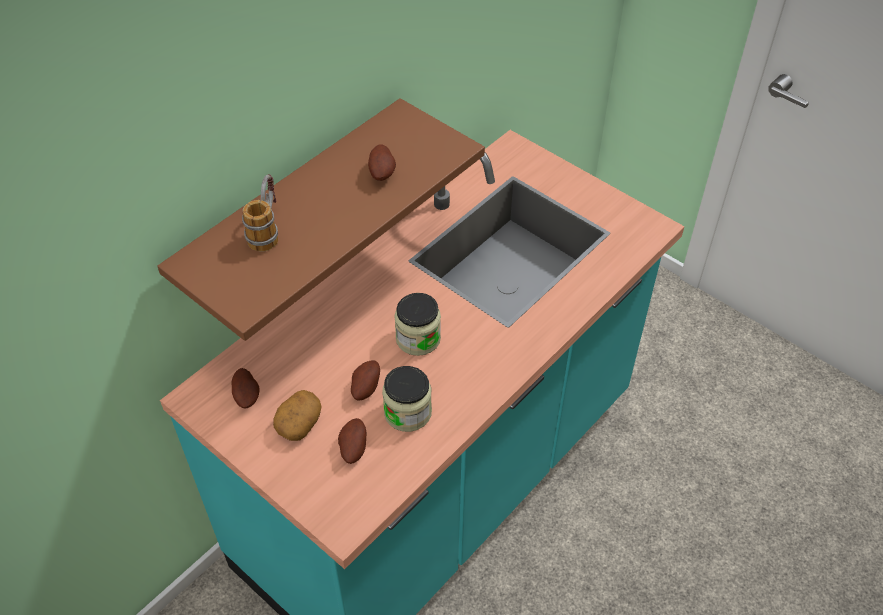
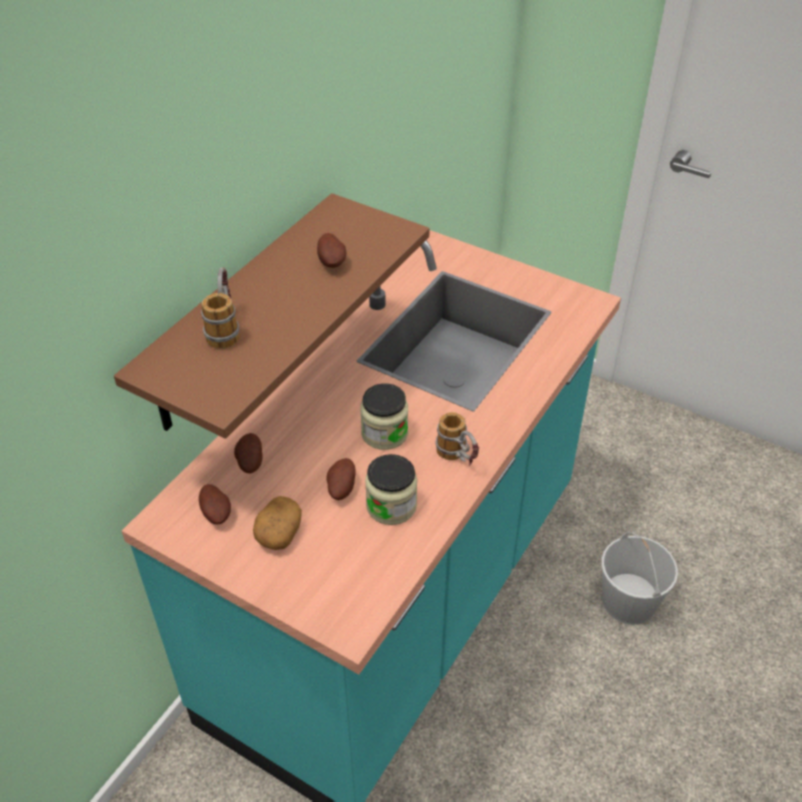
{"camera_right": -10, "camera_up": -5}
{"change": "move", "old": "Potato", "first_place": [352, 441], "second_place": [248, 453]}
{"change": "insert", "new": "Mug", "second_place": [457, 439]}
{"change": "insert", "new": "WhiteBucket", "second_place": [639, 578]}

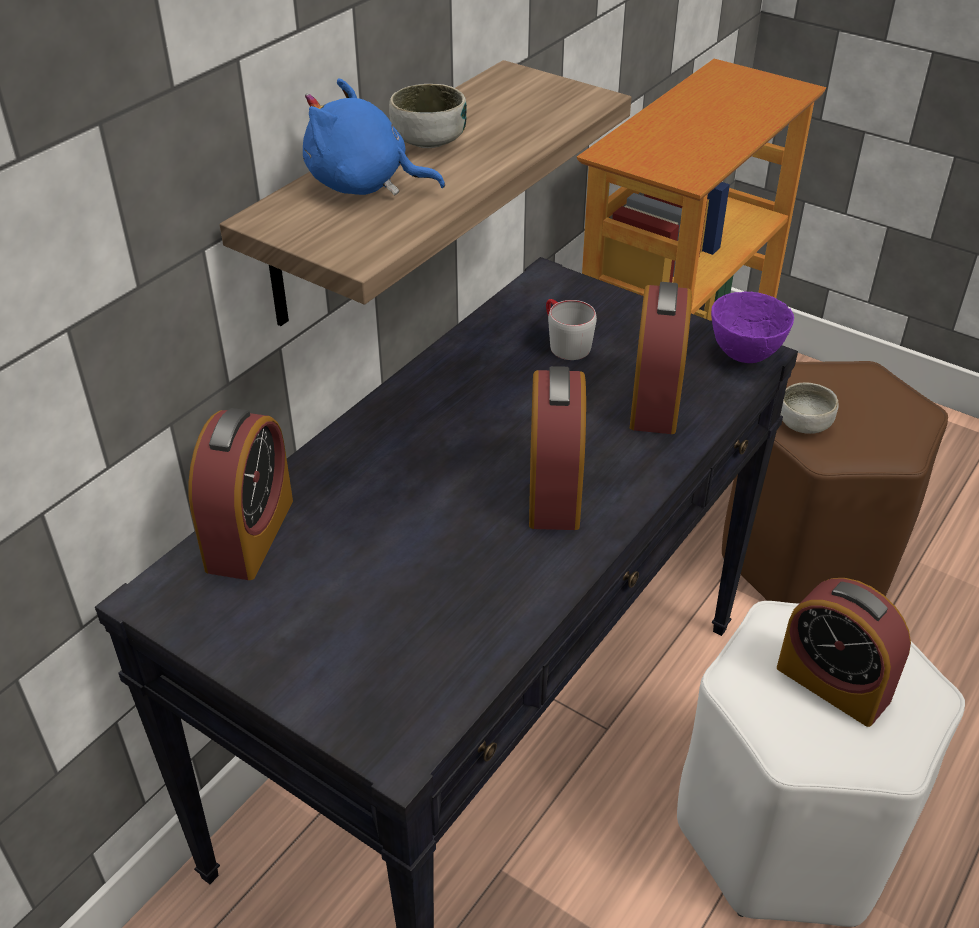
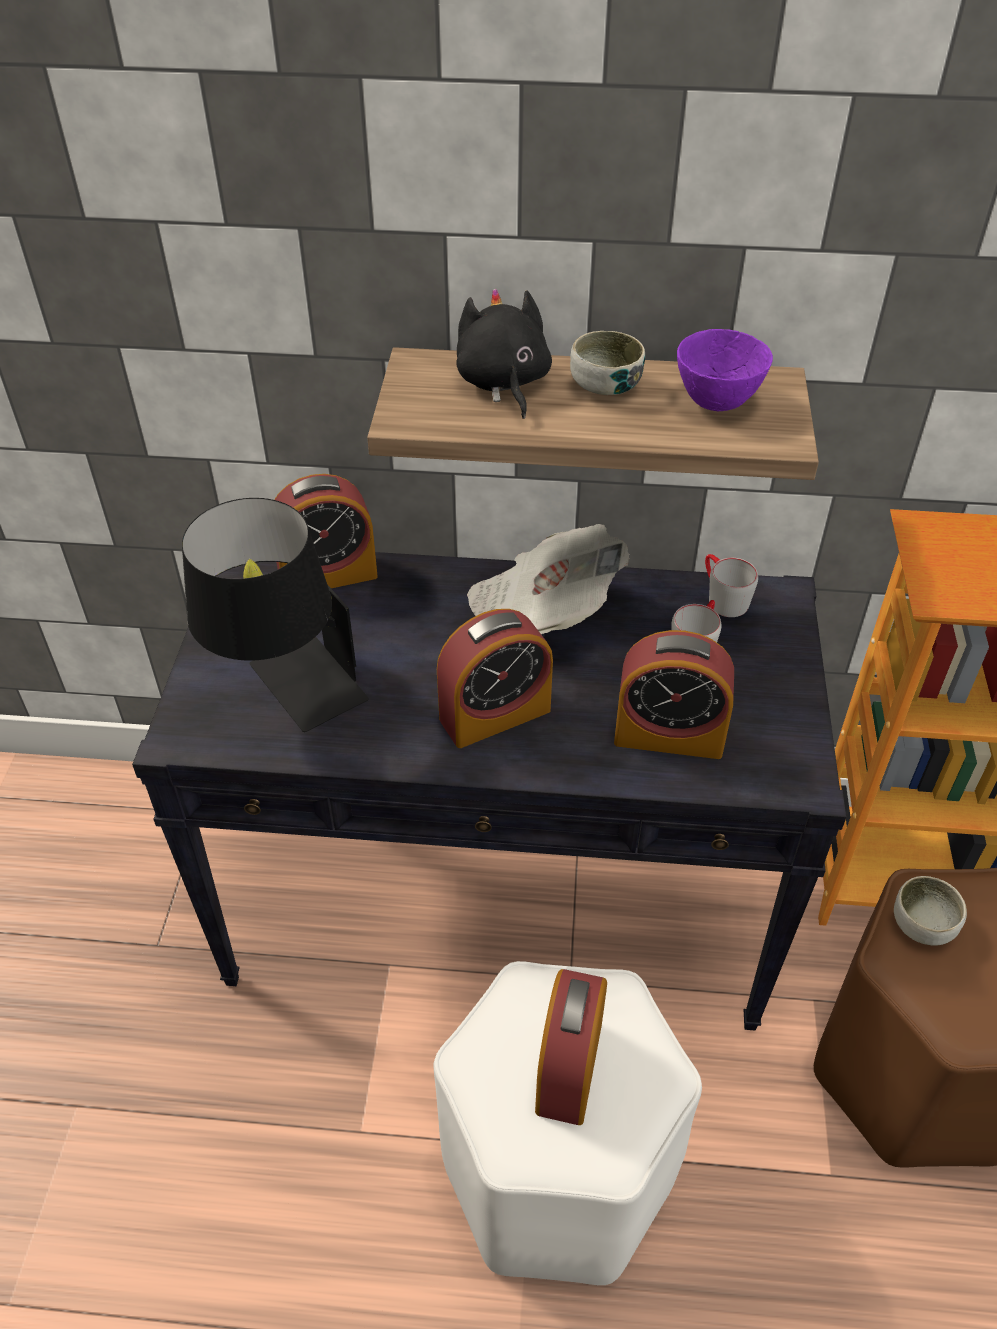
{"camera_right": 60, "camera_up": 5}
{"change": "recolor", "old": "BluePlushToy", "new": "BlackPlushToy", "first_place": [374, 136], "second_place": [504, 353]}
{"change": "rotate", "old": "AlarmClock", "first_place": [661, 358], "second_place": [674, 694], "degrees": -150}
{"change": "move", "old": "PurpleBowl", "first_place": [752, 327], "second_place": [725, 370]}
{"change": "insert", "new": "BlackTableLamp", "second_place": [275, 615]}
{"change": "insert", "new": "Newspaper", "second_place": [548, 579]}
{"change": "insert", "new": "GreyMug", "second_place": [731, 585]}

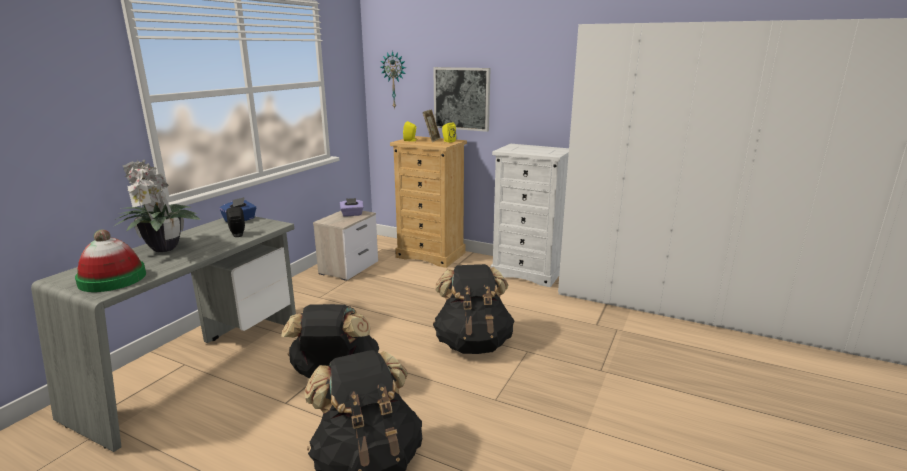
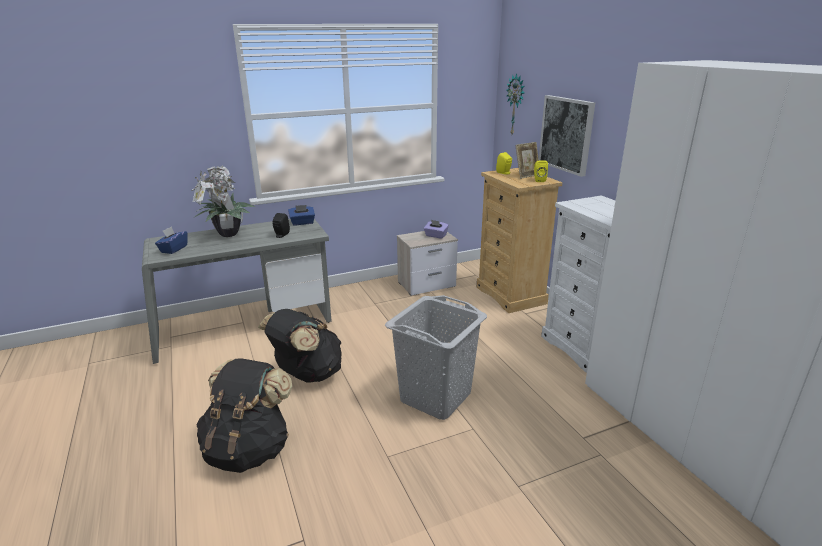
{"camera_right": 40, "camera_up": 5}
{"change": "replace", "old": "Hat", "new": "BlueTissueBox", "first_place": [110, 260], "second_place": [171, 240]}
{"change": "replace", "old": "BlackBackpack", "new": "GreyLaundryBasket", "first_place": [474, 309], "second_place": [436, 357]}

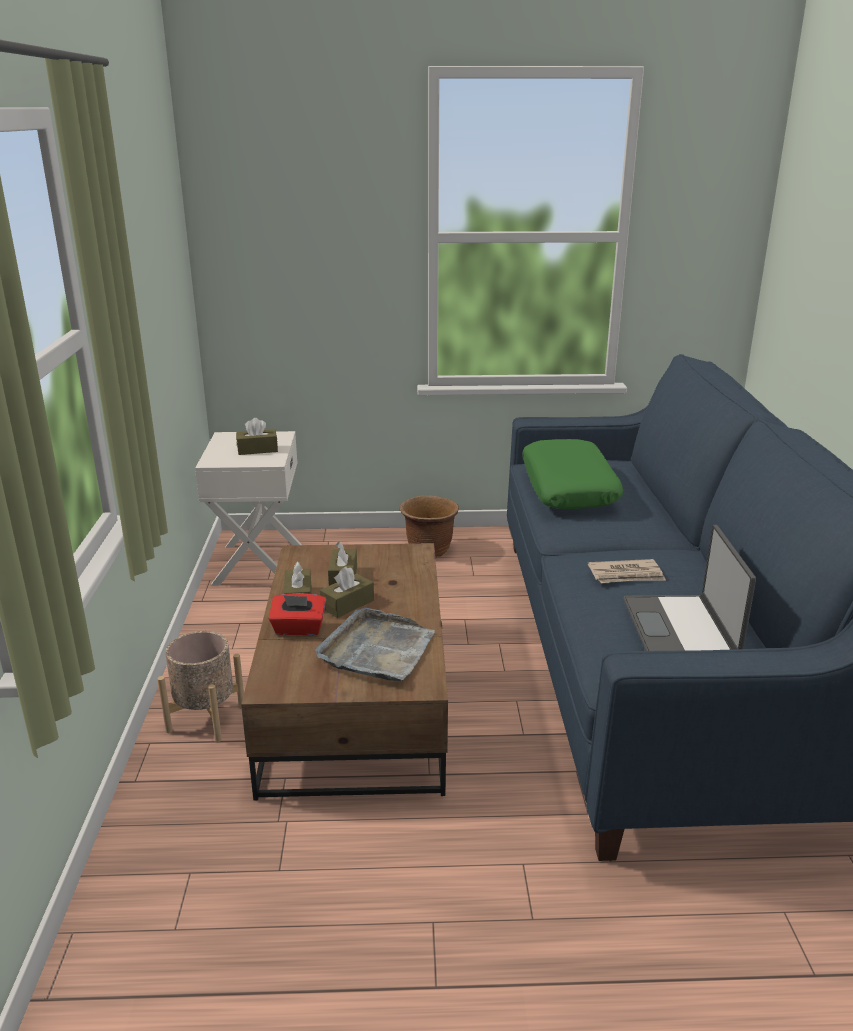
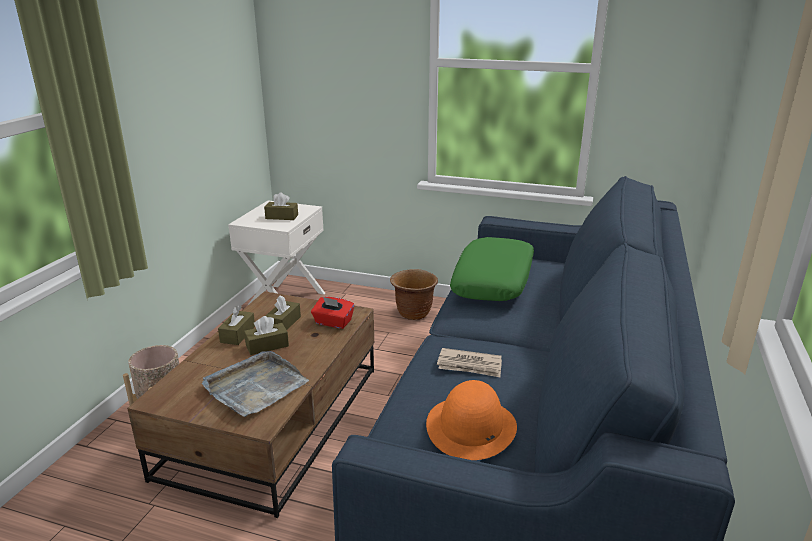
{"camera_right": 20, "camera_up": 0}
{"change": "move", "old": "RedTissueBox", "first_place": [297, 614], "second_place": [332, 313]}
{"change": "replace", "old": "Laptop", "new": "OrangeHat", "first_place": [689, 588], "second_place": [471, 420]}

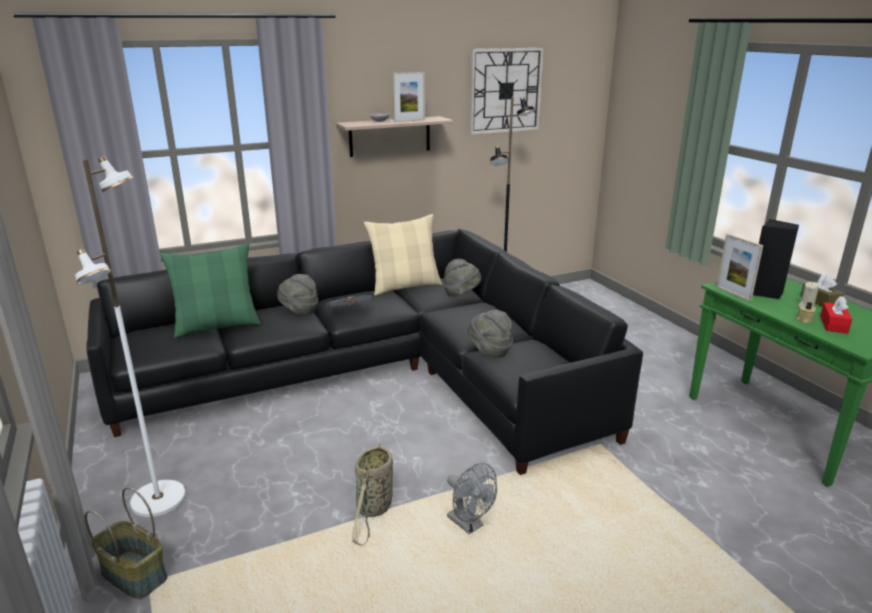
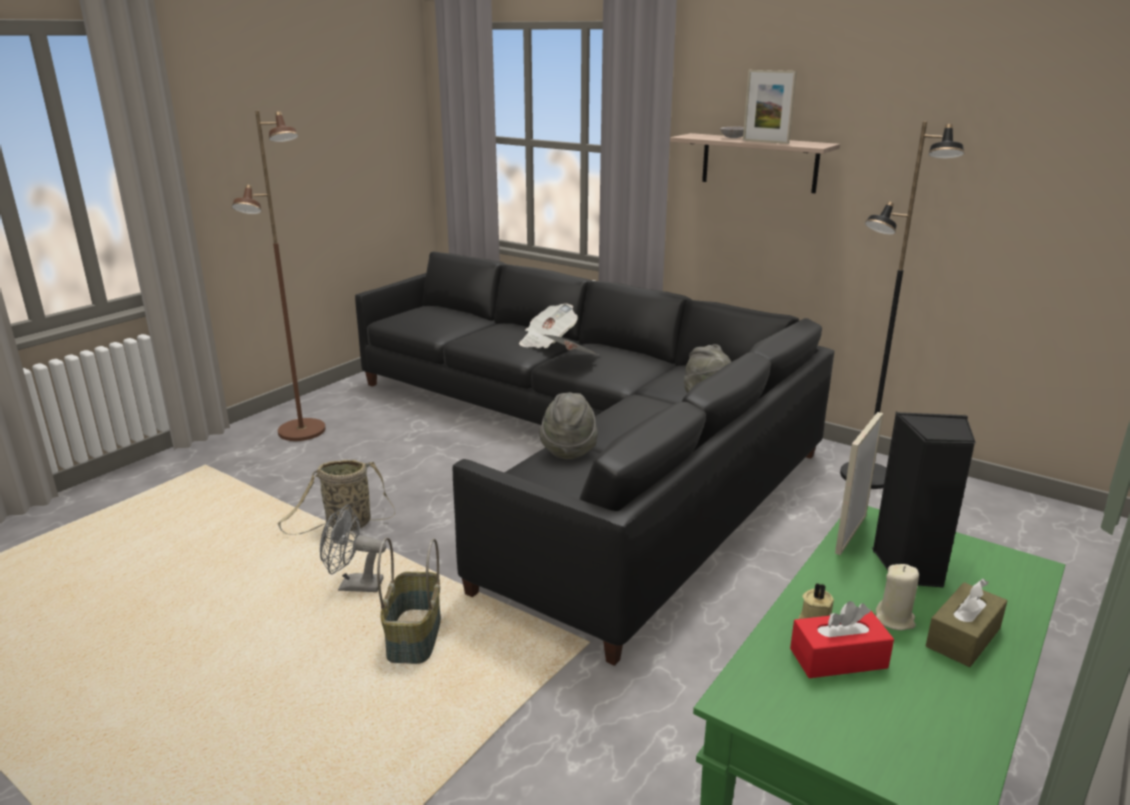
{"camera_right": 60, "camera_up": 0}
{"change": "recolor", "old": "WhiteFloorLamp", "new": "BrownFloorLamp", "first_place": [130, 336], "second_place": [279, 276]}
{"change": "move", "old": "Basket", "first_place": [126, 543], "second_place": [409, 600]}
{"change": "delete", "old": "GreenPillow", "first_place": [210, 290]}
{"change": "replace", "old": "GreyHat", "new": "Newspaper", "first_place": [297, 294], "second_place": [548, 325]}
{"change": "delete", "old": "BeigePillow", "first_place": [403, 255]}
{"change": "rotate", "old": "GreyFan", "first_place": [472, 498], "second_place": [353, 548], "degrees": 75}
{"change": "delete", "old": "WallClock", "first_place": [506, 91]}

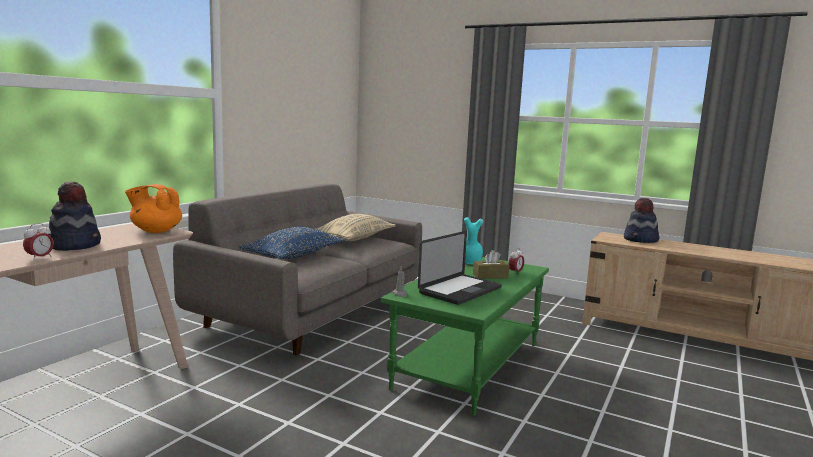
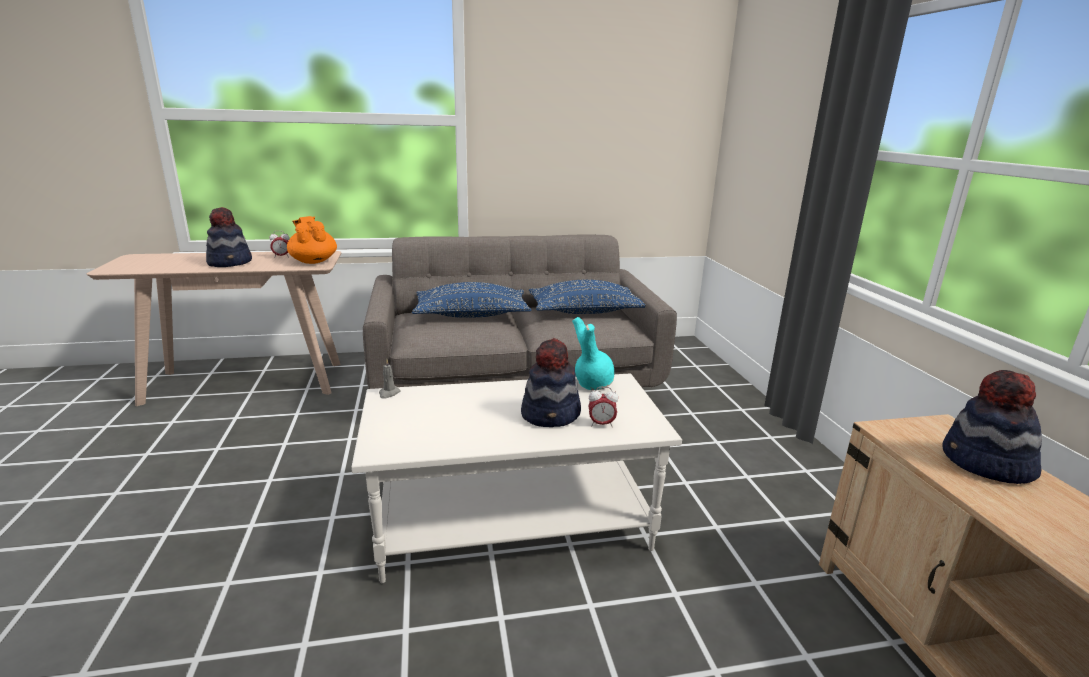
{"camera_right": 50, "camera_up": 10}
{"change": "move", "old": "AlarmClock", "first_place": [38, 242], "second_place": [279, 244]}
{"change": "recolor", "old": "BeigePillow", "new": "BluePillow", "first_place": [355, 227], "second_place": [587, 296]}
{"change": "recolor", "old": "GreenCoffeeTable", "new": "WhiteCoffeeTable", "first_place": [465, 336], "second_place": [516, 478]}
{"change": "delete", "old": "Laptop", "first_place": [460, 268]}
{"change": "replace", "old": "BrownTissueBox", "new": "Hat", "first_place": [491, 264], "second_place": [551, 382]}

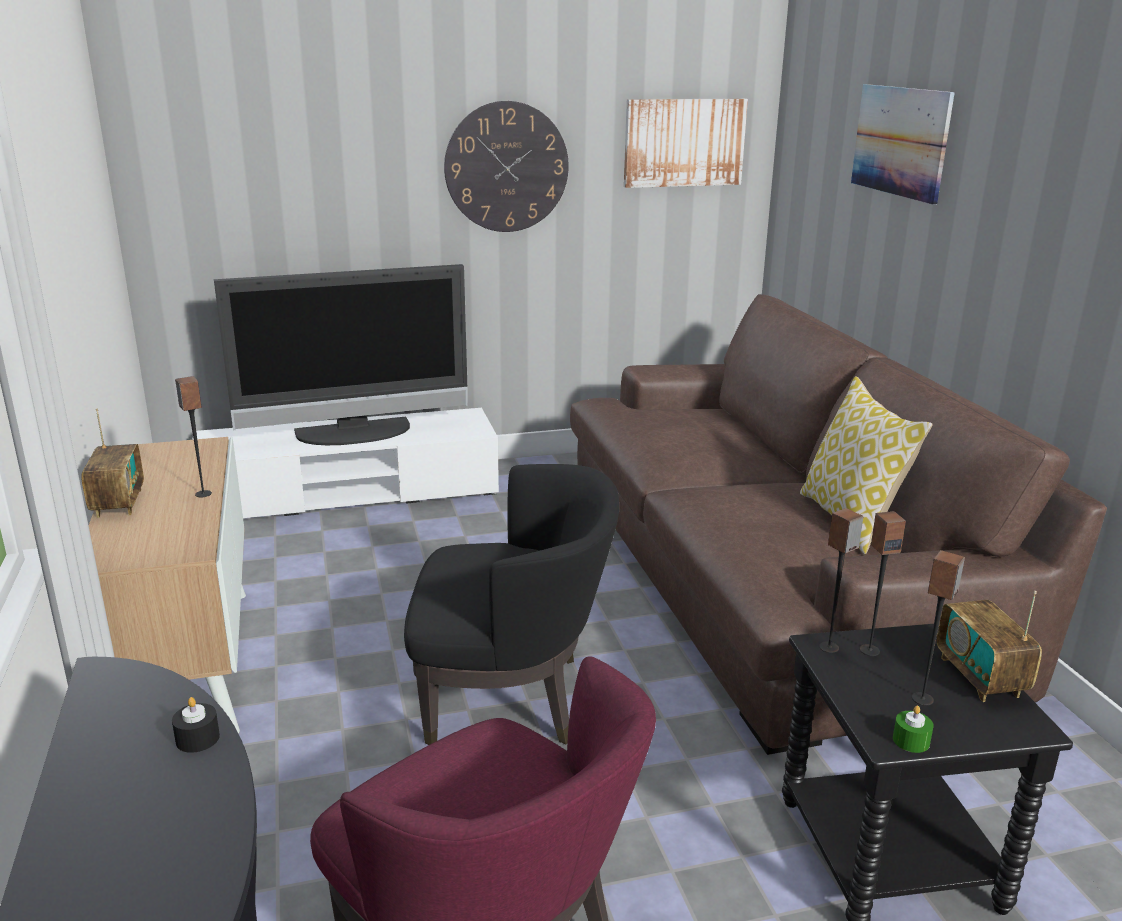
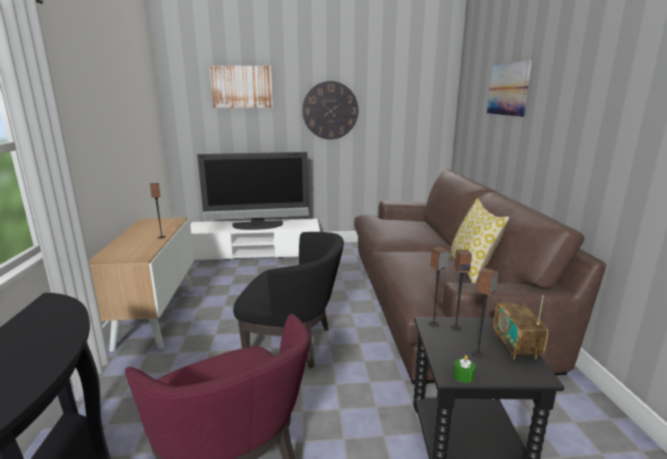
{"camera_right": 10, "camera_up": -5}
{"change": "delete", "old": "Radio", "first_place": [112, 463]}
{"change": "delete", "old": "BlackCandle", "first_place": [196, 725]}
{"change": "move", "old": "Picture", "first_place": [686, 143], "second_place": [241, 86]}

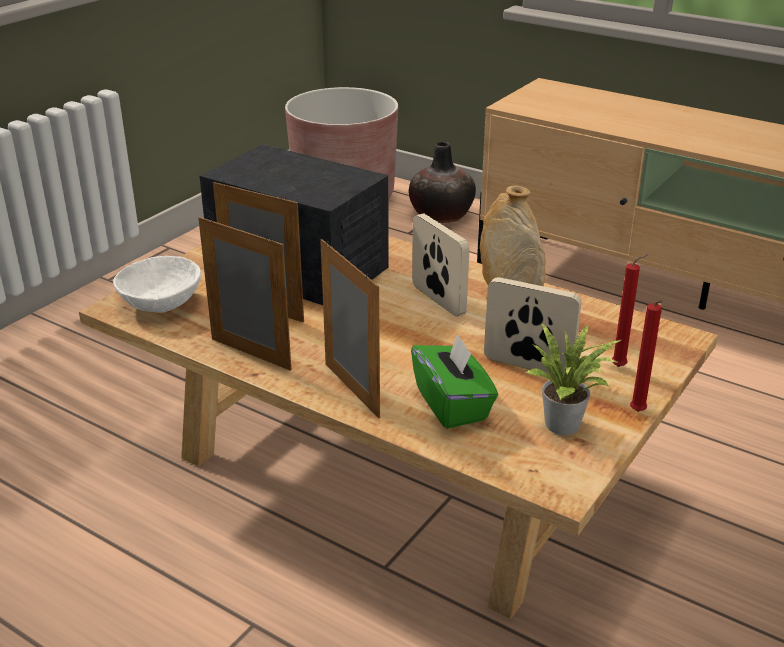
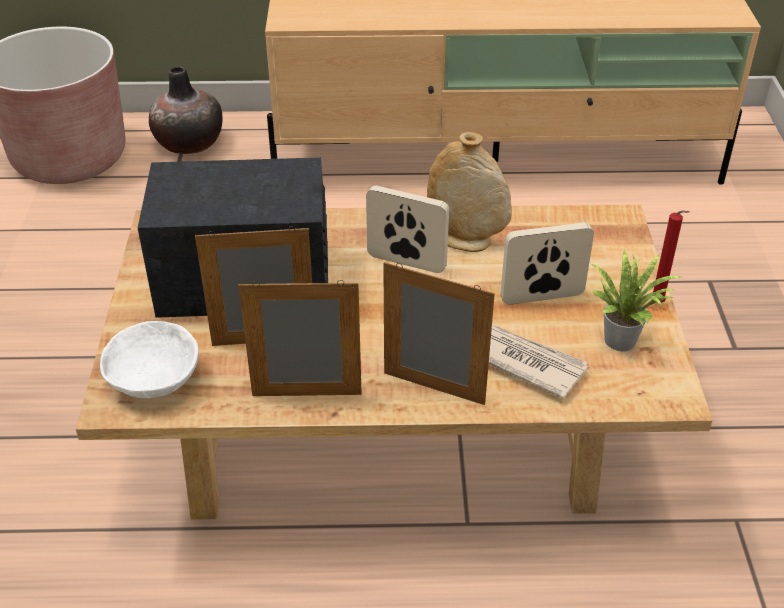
{"camera_right": -35, "camera_up": 10}
{"change": "replace", "old": "GreenTissueBox", "new": "Newspaper", "first_place": [454, 381], "second_place": [538, 362]}
{"change": "delete", "old": "RedCandle", "first_place": [630, 310]}

